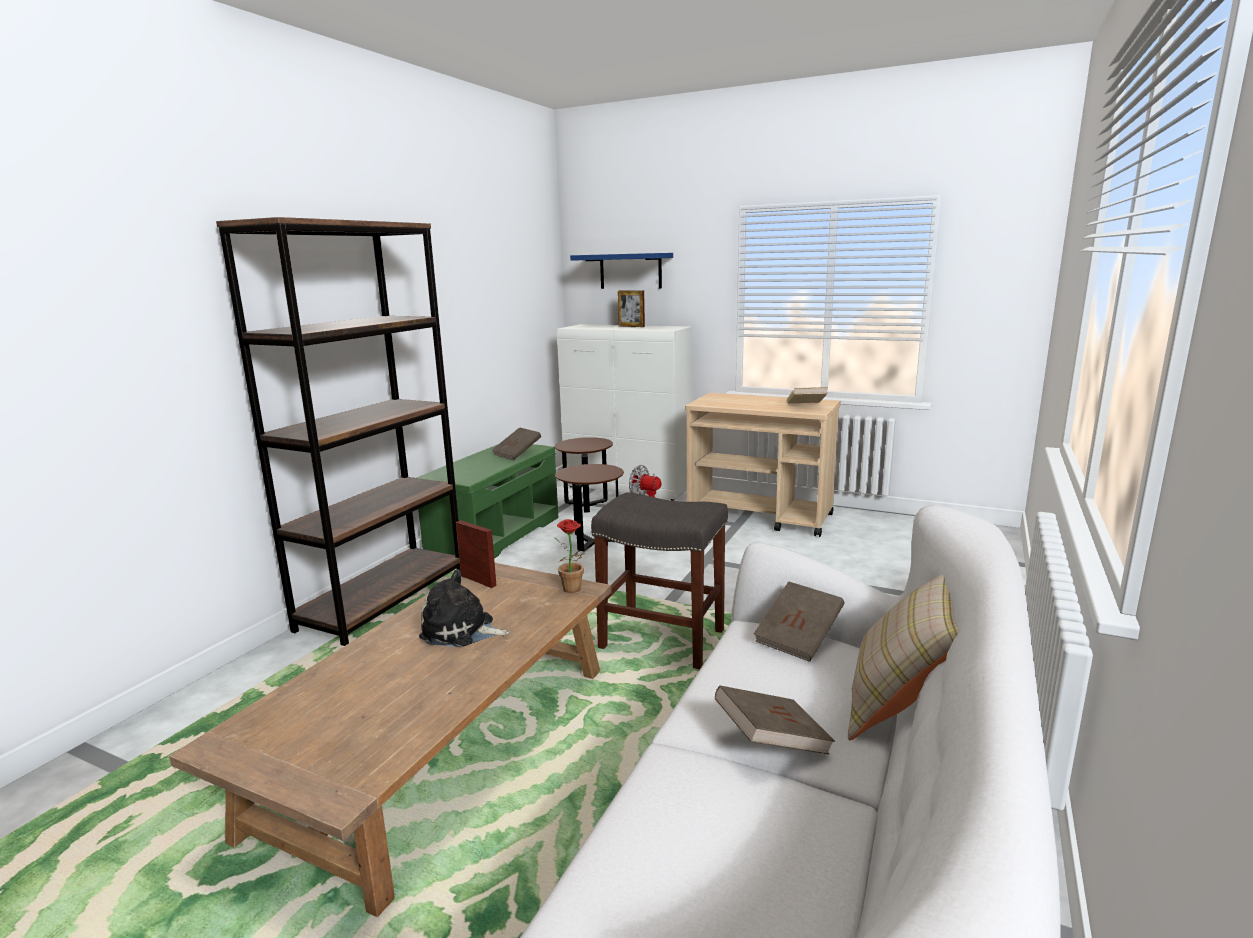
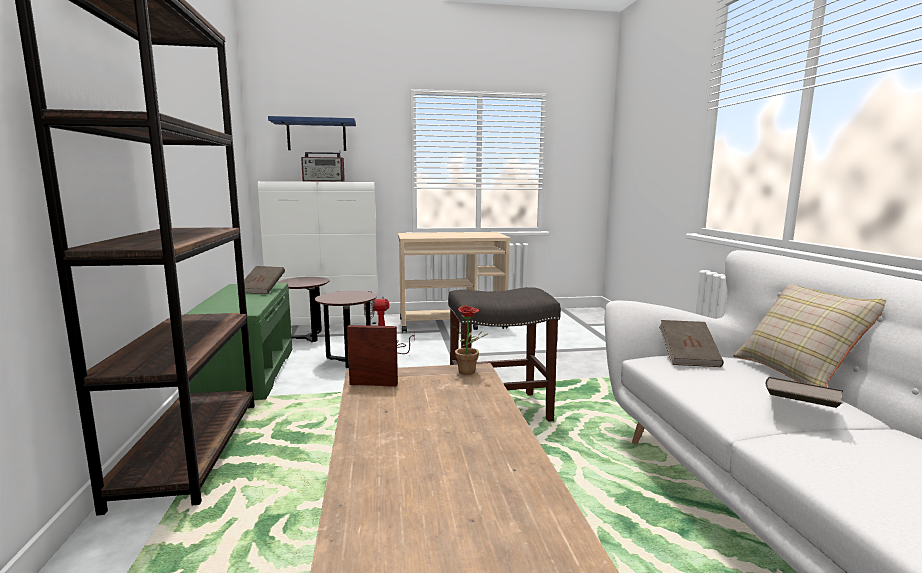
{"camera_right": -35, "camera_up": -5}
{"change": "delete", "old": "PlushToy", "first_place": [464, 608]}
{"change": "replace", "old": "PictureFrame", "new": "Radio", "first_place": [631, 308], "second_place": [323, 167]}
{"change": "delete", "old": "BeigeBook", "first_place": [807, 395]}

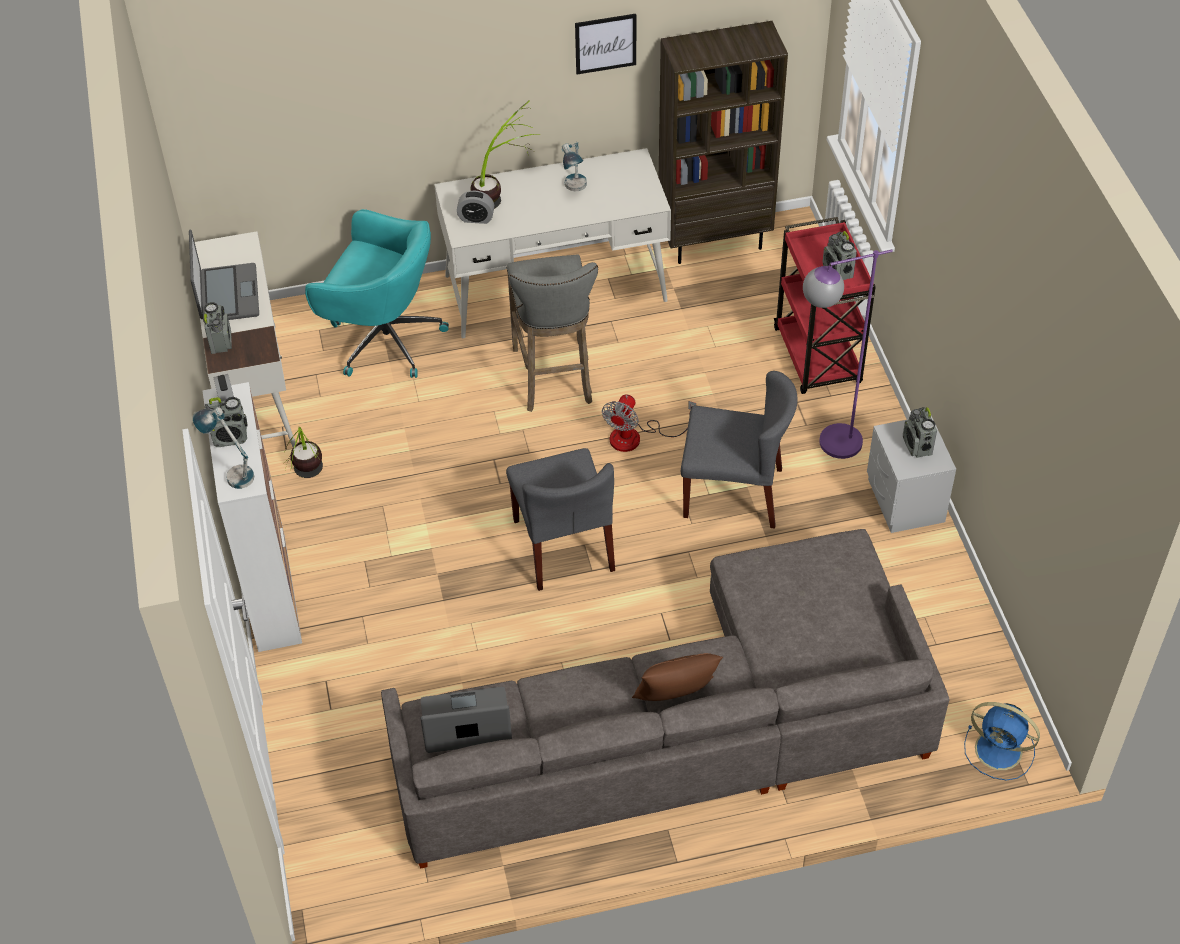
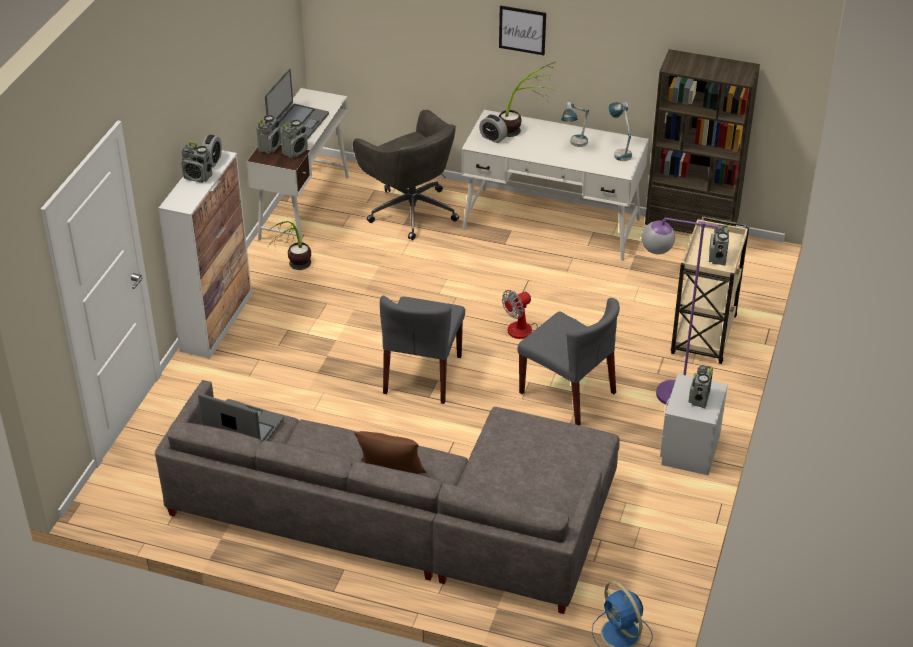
{"camera_right": 30, "camera_up": -10}
{"change": "move", "old": "TableLamp", "first_place": [223, 448], "second_place": [620, 131]}
{"change": "recolor", "old": "TurquoiseOfficeChair", "new": "GreyOfficeChair", "first_place": [377, 293], "second_place": [406, 175]}
{"change": "delete", "old": "GreyStool", "first_place": [552, 333]}
{"change": "move", "old": "Picture", "first_place": [606, 44], "second_place": [522, 30]}
{"change": "recolor", "old": "RedCart", "new": "BeigeCart", "first_place": [825, 305], "second_place": [710, 290]}
{"change": "insert", "new": "Radio", "second_place": [294, 139]}

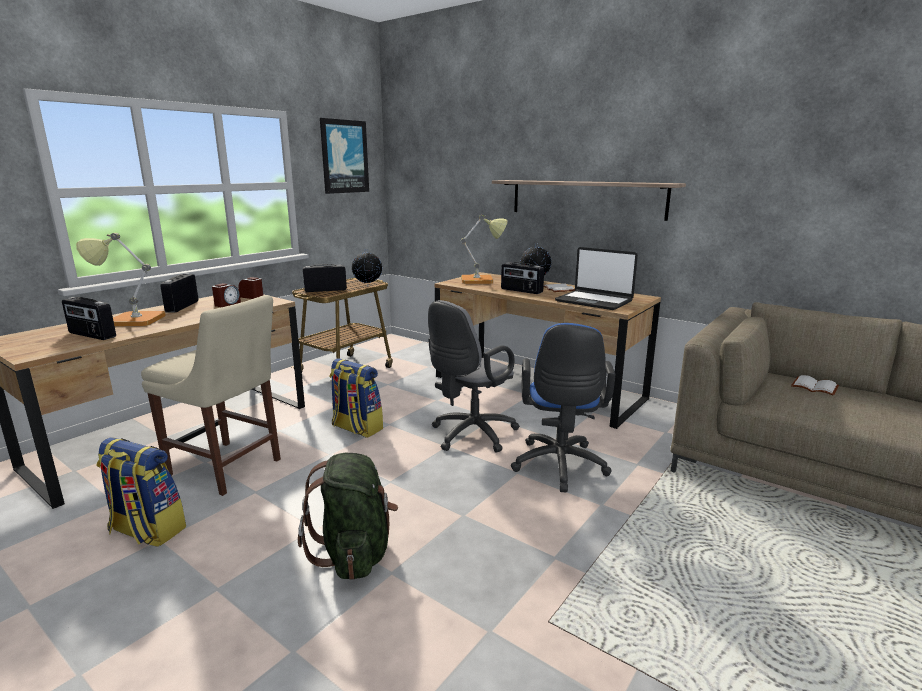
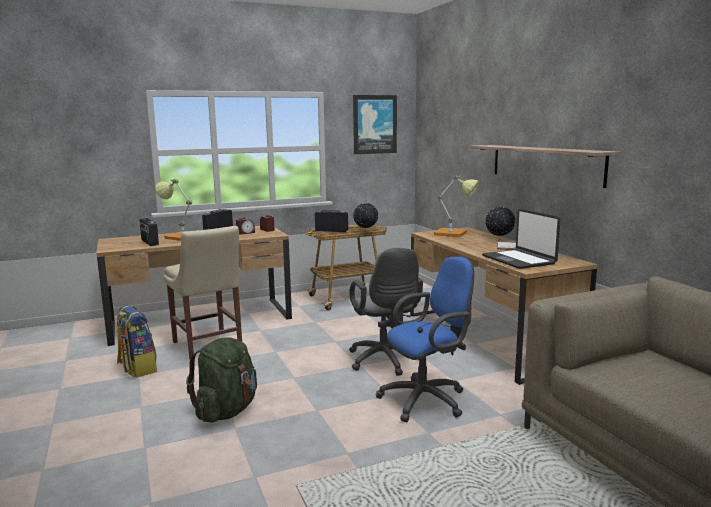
{"camera_right": 30, "camera_up": -5}
{"change": "delete", "old": "Backpack", "first_place": [356, 398]}
{"change": "rotate", "old": "GreyOfficeChair", "first_place": [474, 376], "second_place": [386, 311], "degrees": -90}
{"change": "delete", "old": "Radio", "first_place": [522, 278]}
{"change": "rotate", "old": "BlueOfficeChair", "first_place": [563, 407], "second_place": [425, 339], "degrees": -150}
{"change": "delete", "old": "WhiteBook", "first_place": [815, 385]}

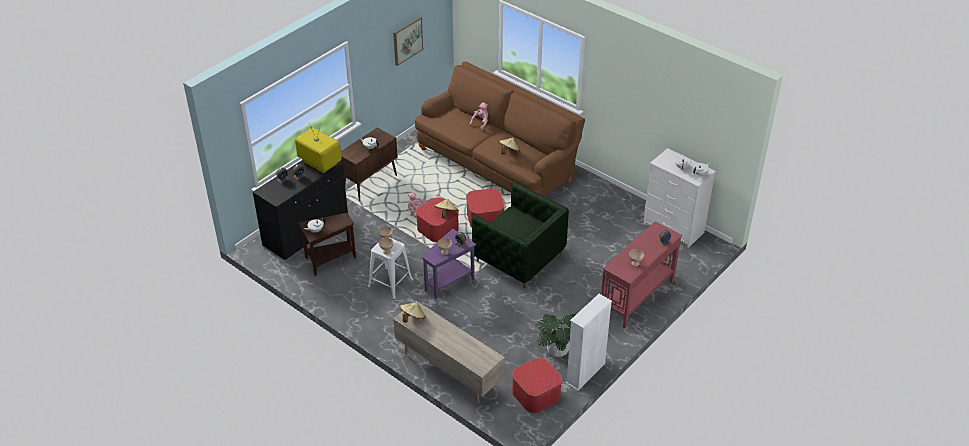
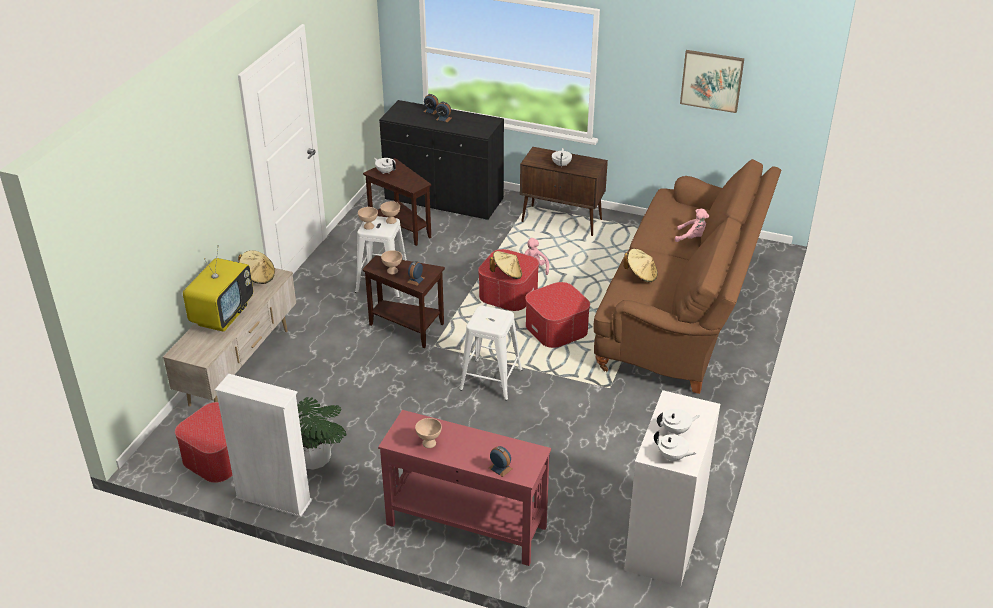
{"camera_right": 70, "camera_up": -5}
{"change": "move", "old": "Television", "first_place": [318, 147], "second_place": [218, 288]}
{"change": "recolor", "old": "PurpleSideTable", "new": "BrownSideTable", "first_place": [449, 264], "second_place": [404, 302]}
{"change": "replace", "old": "GreenArmchair", "new": "WhiteStool", "first_place": [520, 235], "second_place": [490, 353]}

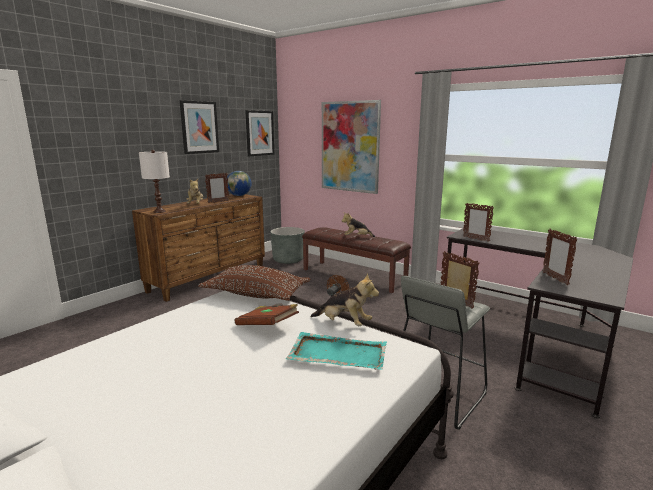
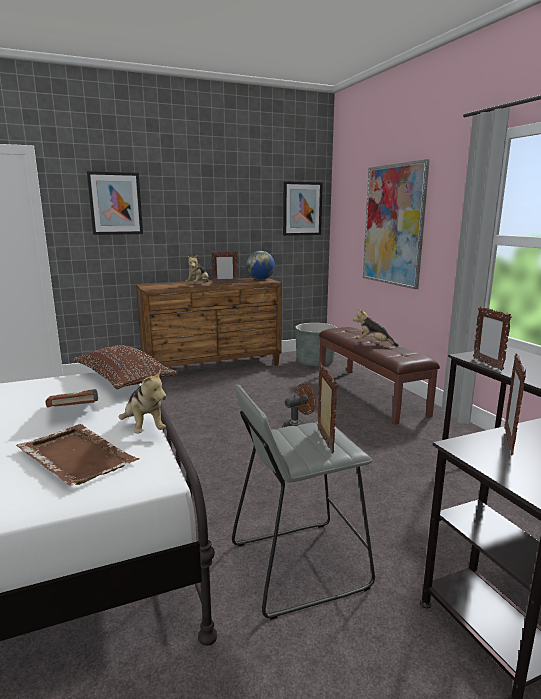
{"camera_right": 30, "camera_up": 0}
{"change": "delete", "old": "WhiteTableLamp", "first_place": [154, 181]}
{"change": "move", "old": "Picture", "first_place": [199, 127], "second_place": [115, 203]}
{"change": "recolor", "old": "TurquoiseTray", "new": "BrownTray", "first_place": [336, 351], "second_place": [78, 455]}

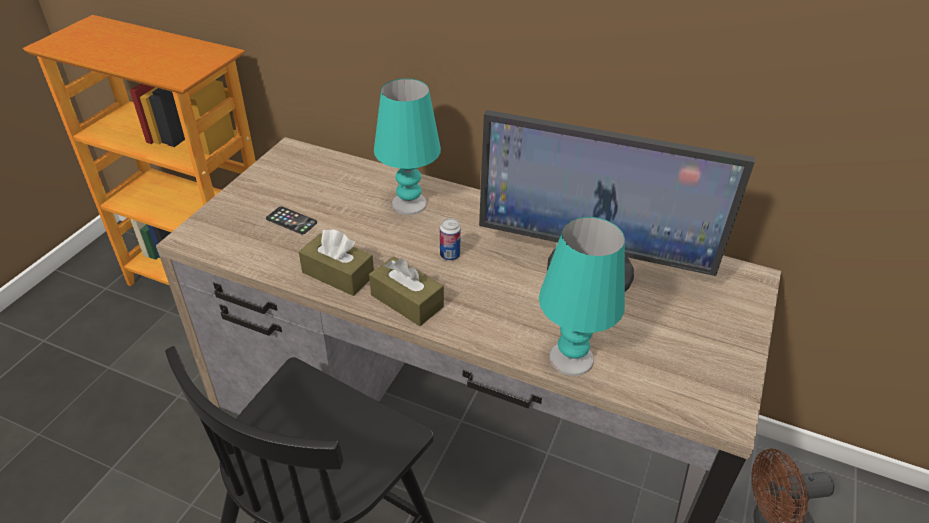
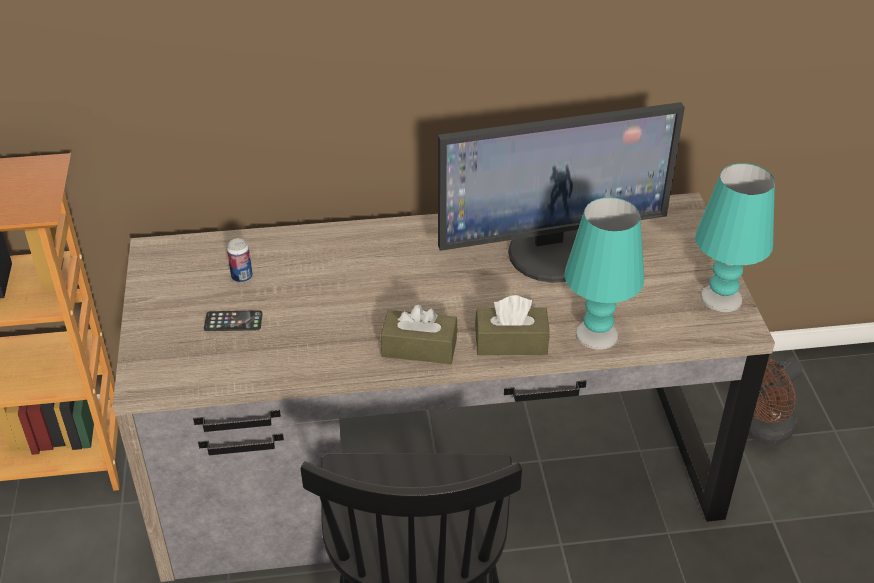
{"camera_right": -30, "camera_up": 0}
{"change": "move", "old": "BrownTissueBox", "first_place": [336, 262], "second_place": [512, 325]}
{"change": "move", "old": "TurquoiseTableLamp", "first_place": [407, 146], "second_place": [735, 237]}
{"change": "move", "old": "Can", "first_place": [450, 239], "second_place": [240, 260]}

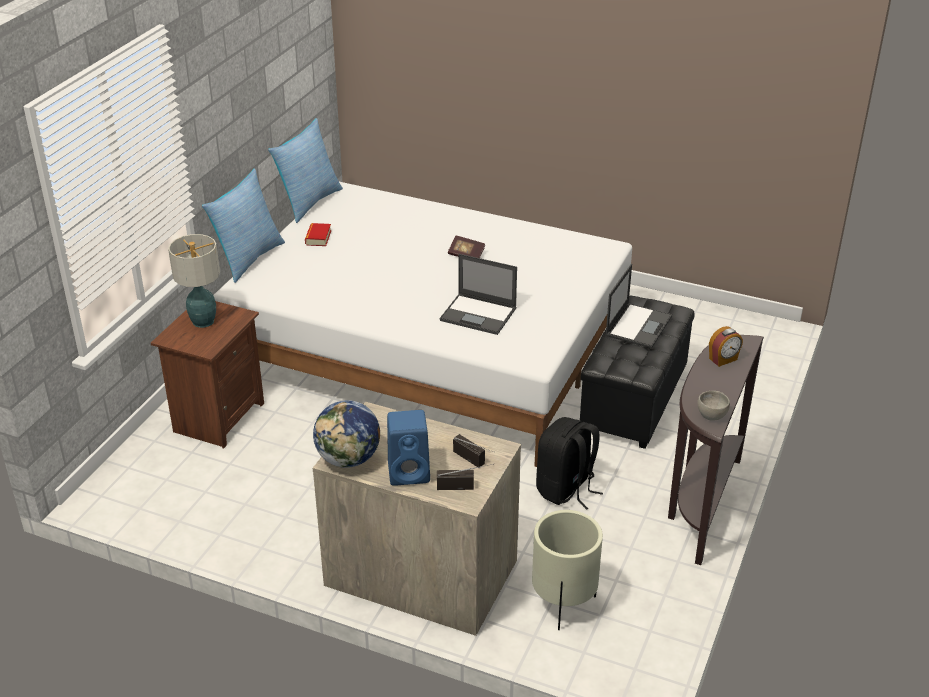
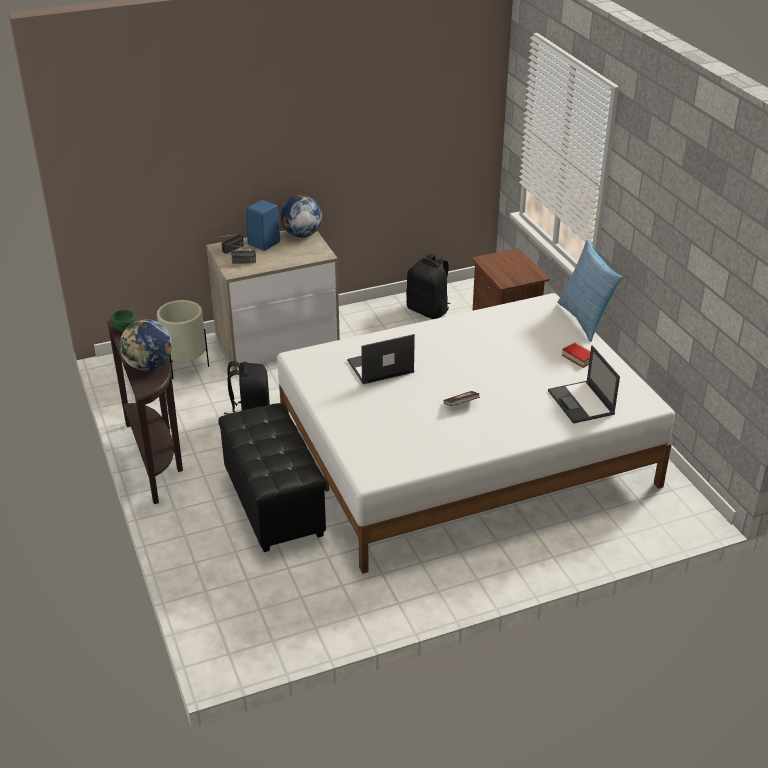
{"camera_right": 135, "camera_up": 0}
{"change": "delete", "old": "TableLamp", "first_place": [194, 281]}
{"change": "delete", "old": "Pillow", "first_place": [305, 170]}
{"change": "move", "old": "Laptop", "first_place": [638, 306], "second_place": [584, 384]}
{"change": "recolor", "old": "GreyBowl", "new": "GreenBowl", "first_place": [713, 406], "second_place": [122, 321]}
{"change": "replace", "old": "AlarmClock", "new": "Globe", "first_place": [726, 346], "second_place": [146, 344]}
{"change": "insert", "new": "BlackBackpack", "second_place": [428, 286]}

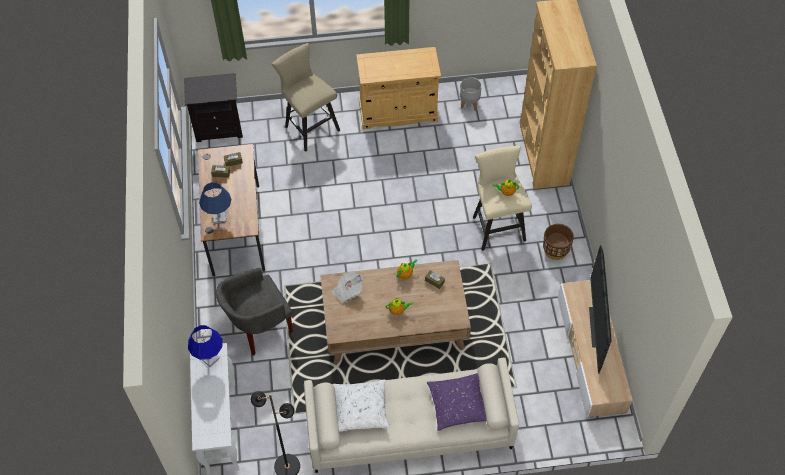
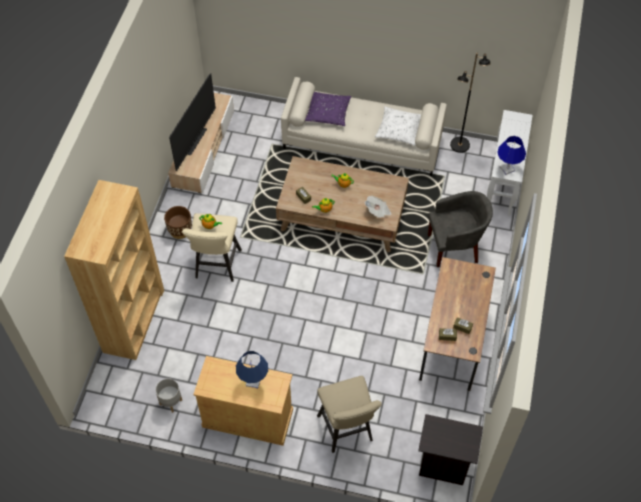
{"camera_right": -160, "camera_up": 0}
{"change": "move", "old": "BlueTableLamp", "first_place": [215, 202], "second_place": [252, 369]}

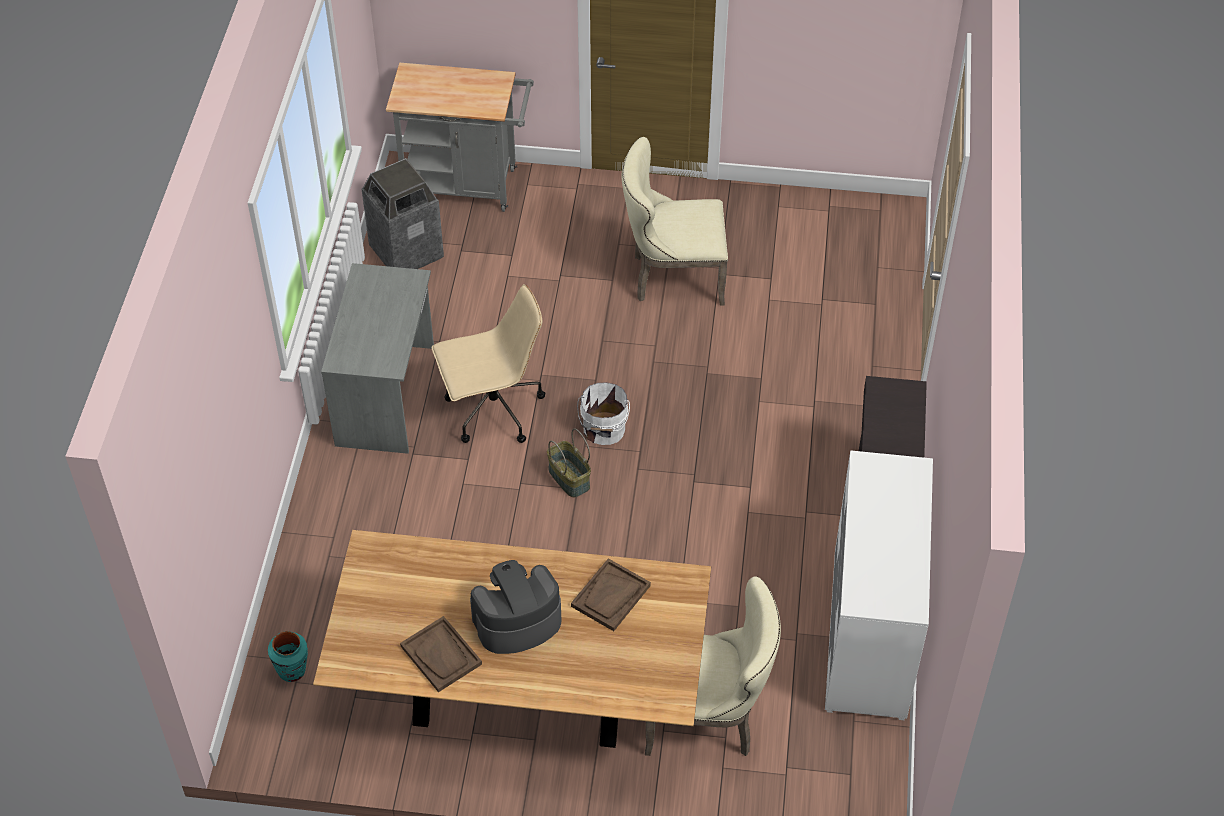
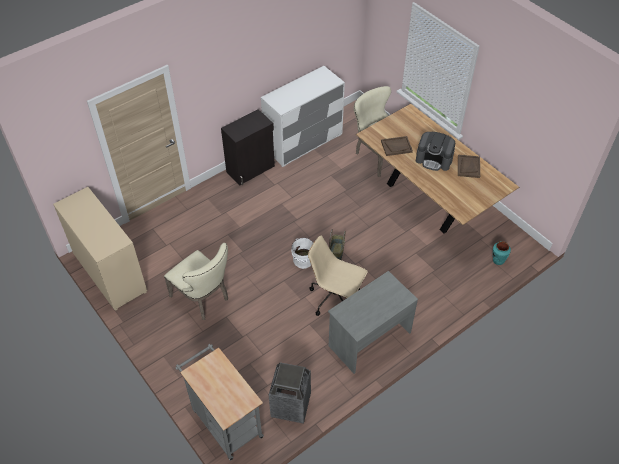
{"camera_right": -135, "camera_up": 0}
{"change": "insert", "new": "BeigeDresser", "second_place": [100, 249]}

